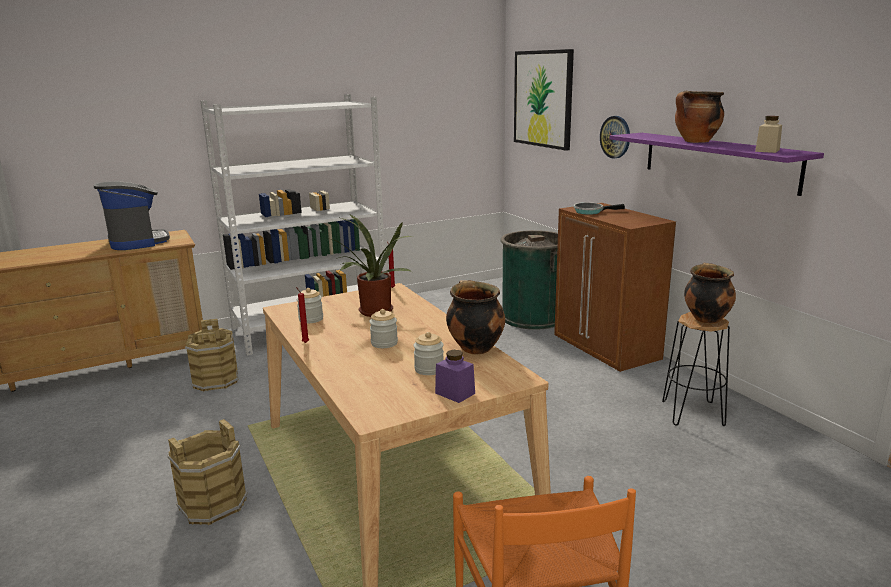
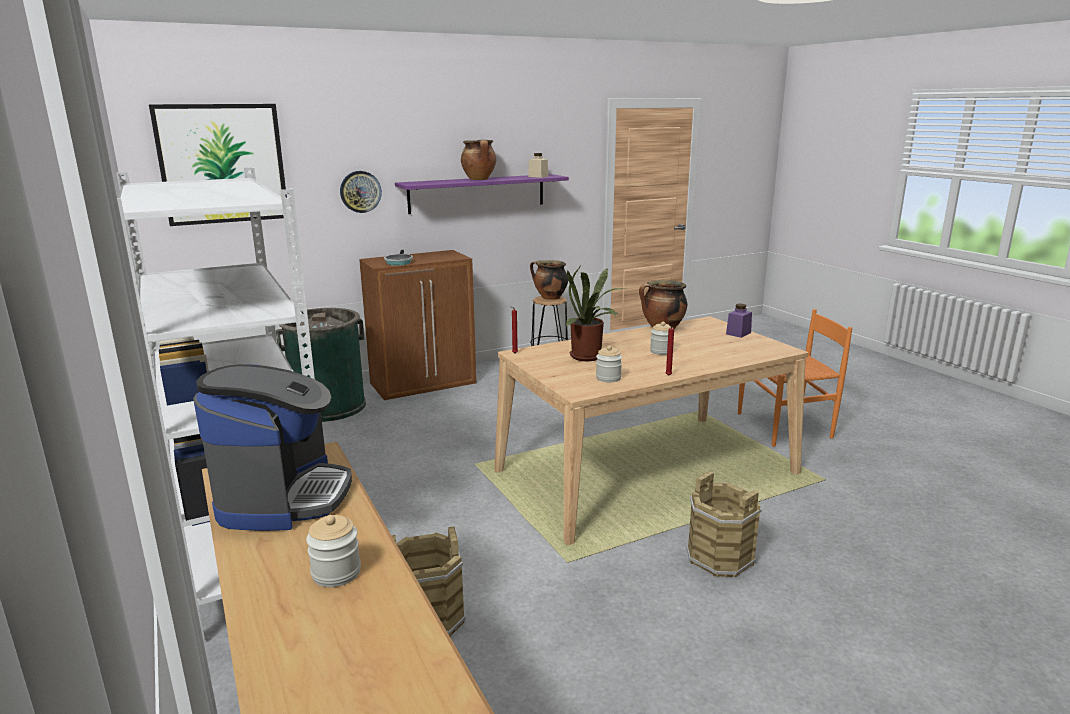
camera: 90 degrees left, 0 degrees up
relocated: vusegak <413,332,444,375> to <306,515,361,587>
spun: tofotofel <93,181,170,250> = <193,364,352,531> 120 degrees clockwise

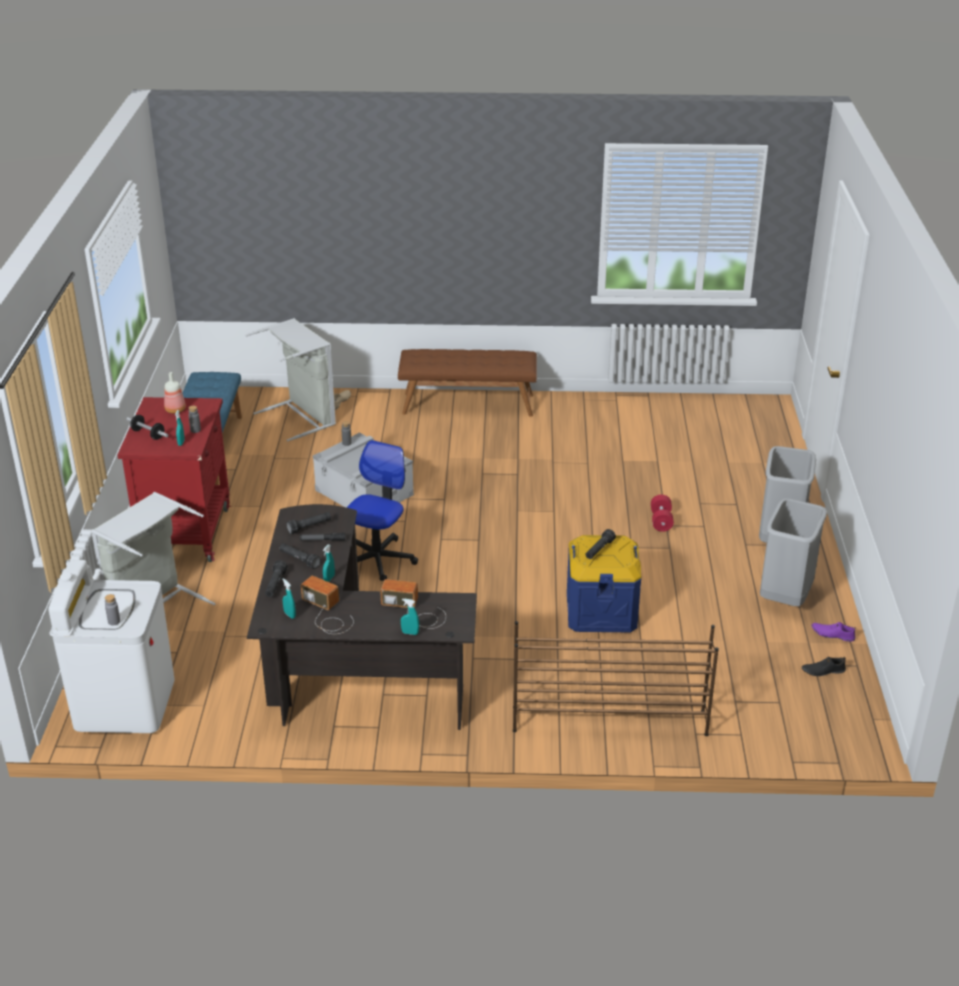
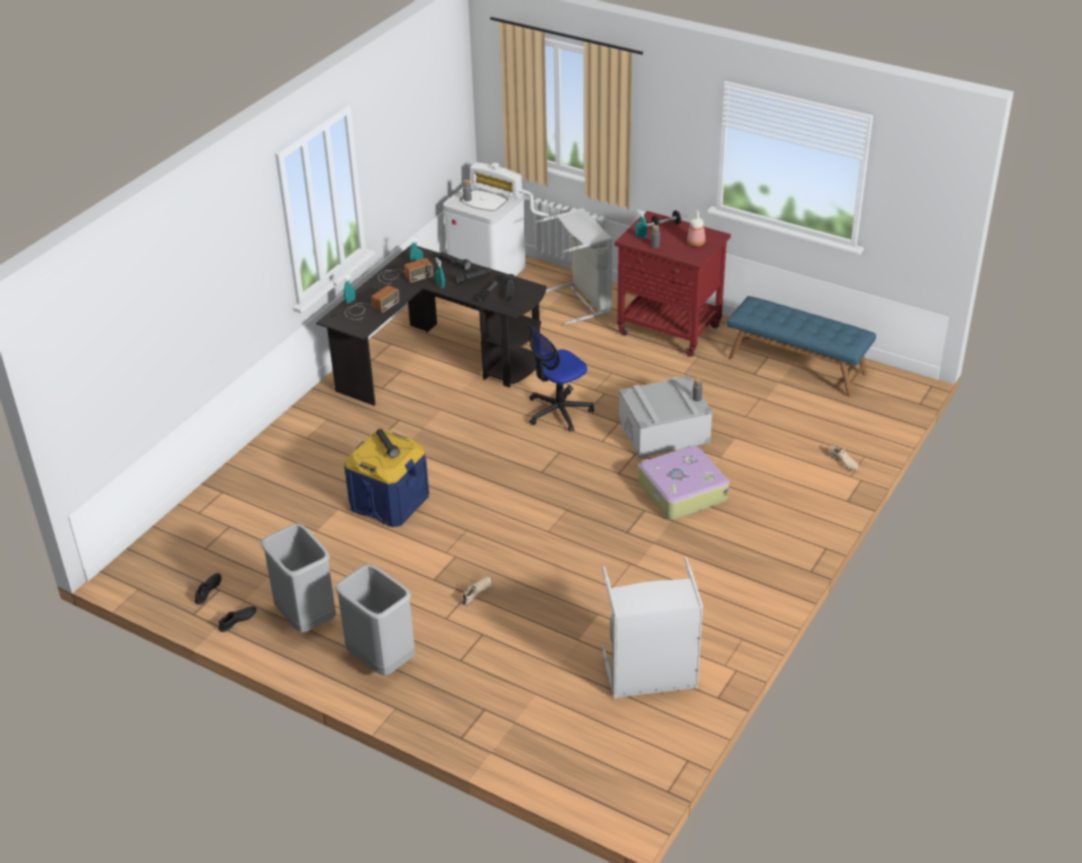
camera: 120 degrees right, 5 degrees up
missing: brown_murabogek <398,349,537,417>; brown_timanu <513,621,719,736>
appeared: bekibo <638,445,729,520>
relocated: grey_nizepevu <245,318,336,442> to <602,557,703,699>
exchanged: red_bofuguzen <651,494,674,532> to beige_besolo <461,577,492,606>
colour: purple_besolo <812,622,856,642> to black_besolo <218,606,257,632>
spun: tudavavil <347,440,418,581> = <528,324,594,432> 90 degrees clockwise

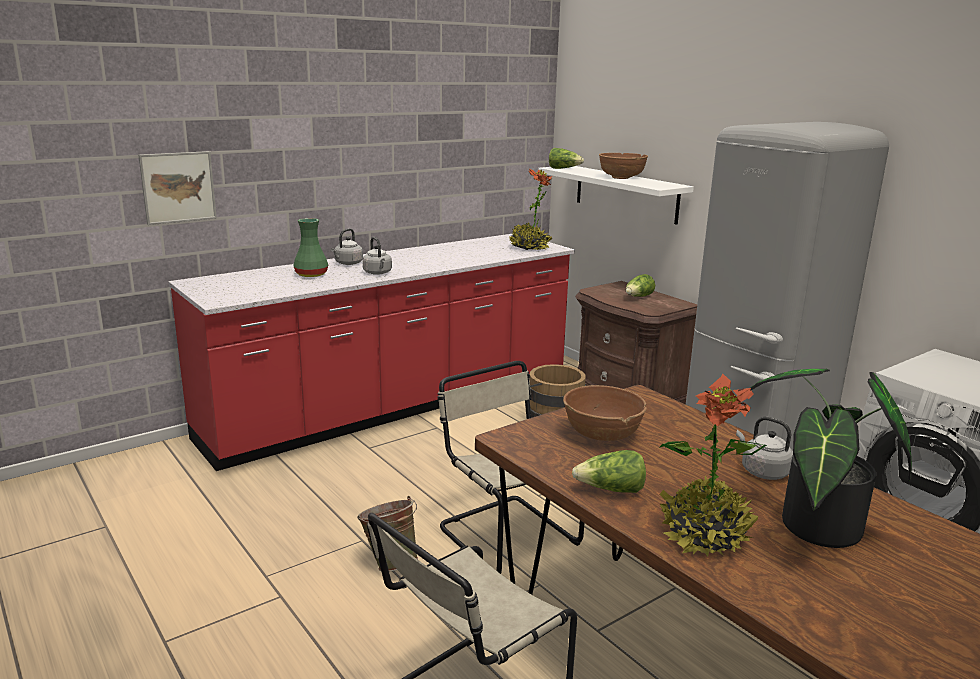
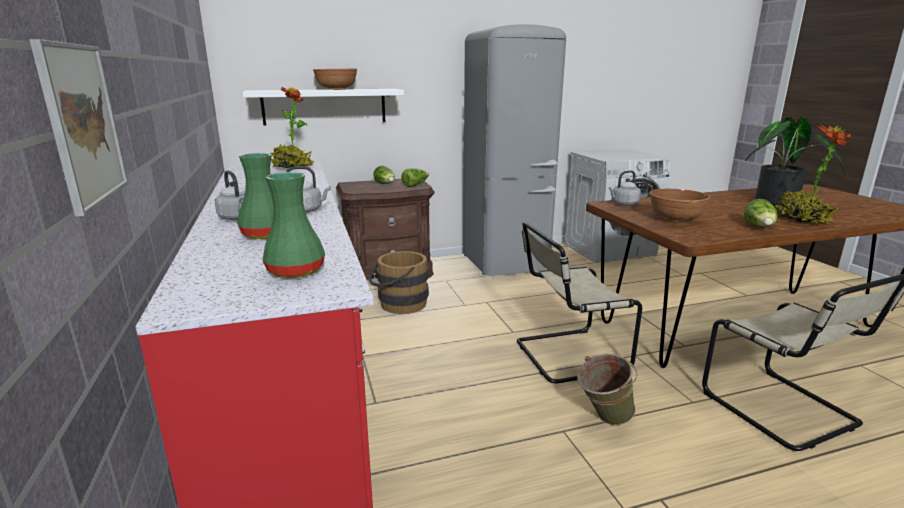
camera: 70 degrees left, 0 degrees up
appeared: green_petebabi <263,172,325,278>
relocated: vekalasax <549,148,584,169> to <401,168,429,187>; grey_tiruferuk <736,417,793,480> to <608,170,641,206>

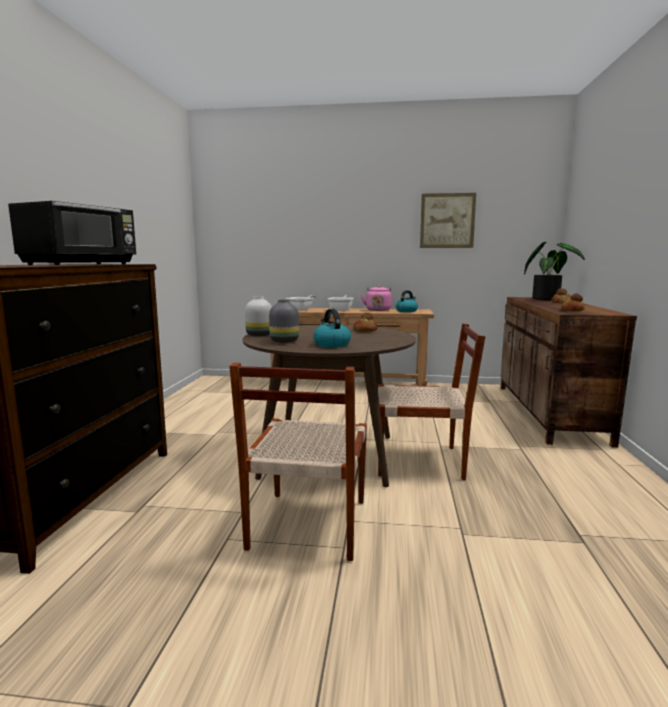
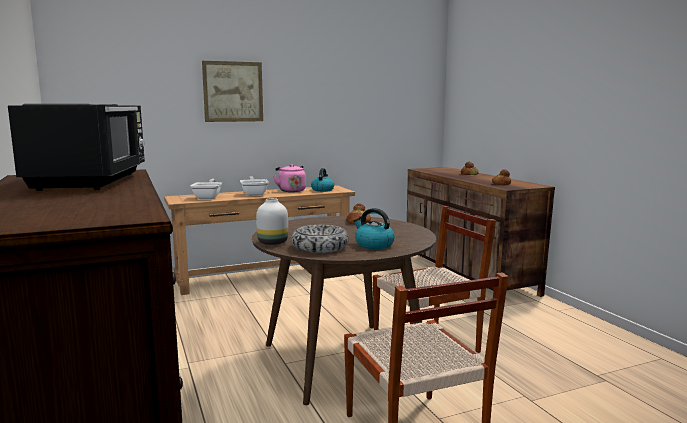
camera: 30 degrees left, 0 degrees up
missing: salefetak <524,242,585,300>
relocated: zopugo <420,193,476,248> to <202,61,263,122>
exchanged: grey_petebabi <269,299,299,343> to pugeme <291,225,349,253>

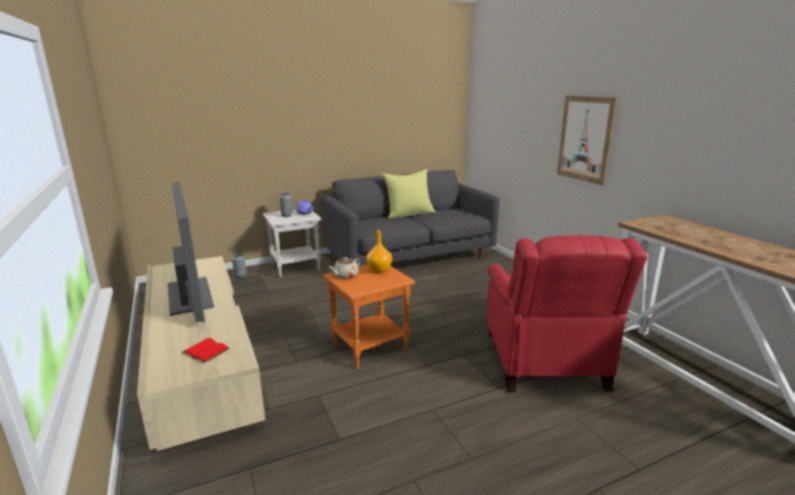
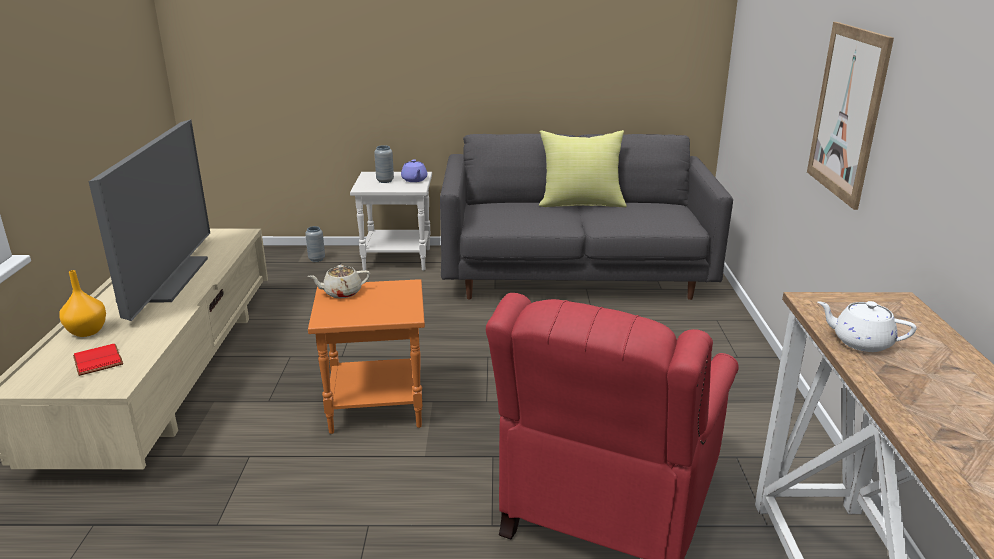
camera: 25 degrees right, 5 degrees up
appeared: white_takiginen <817,301,917,352>
relocated: orange_petebabi <366,230,392,273> to <59,270,106,337>

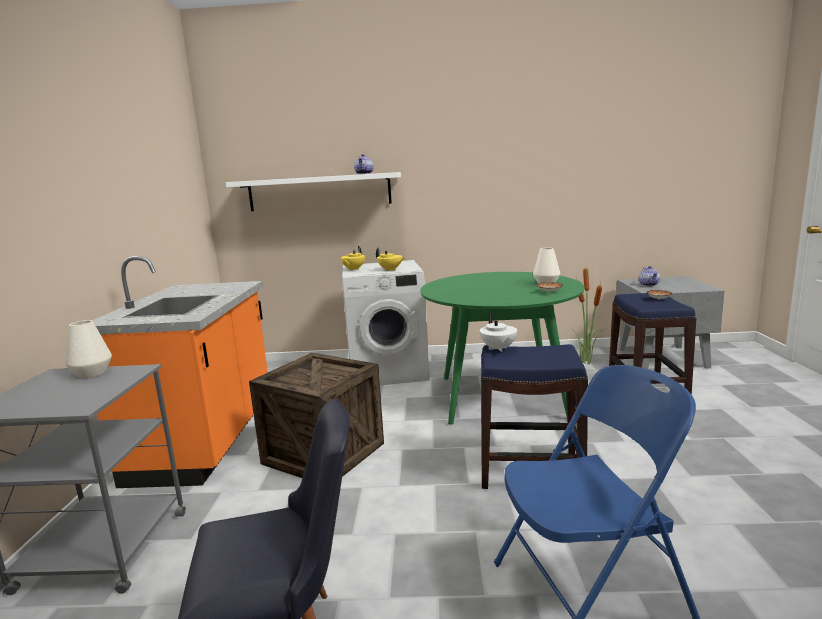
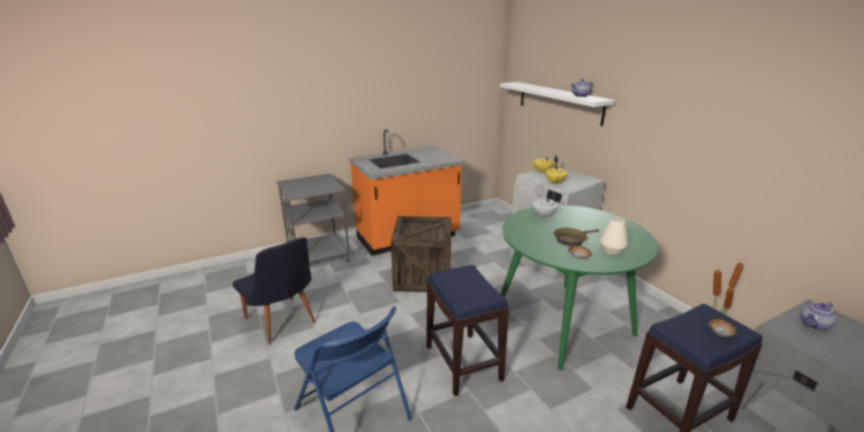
camera: 60 degrees right, 10 degrees up
missing: white_petebabi <65,320,112,378>
appeared: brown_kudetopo <554,228,599,246>
relocated: white_takiginen <479,312,517,352> to <533,193,558,218>

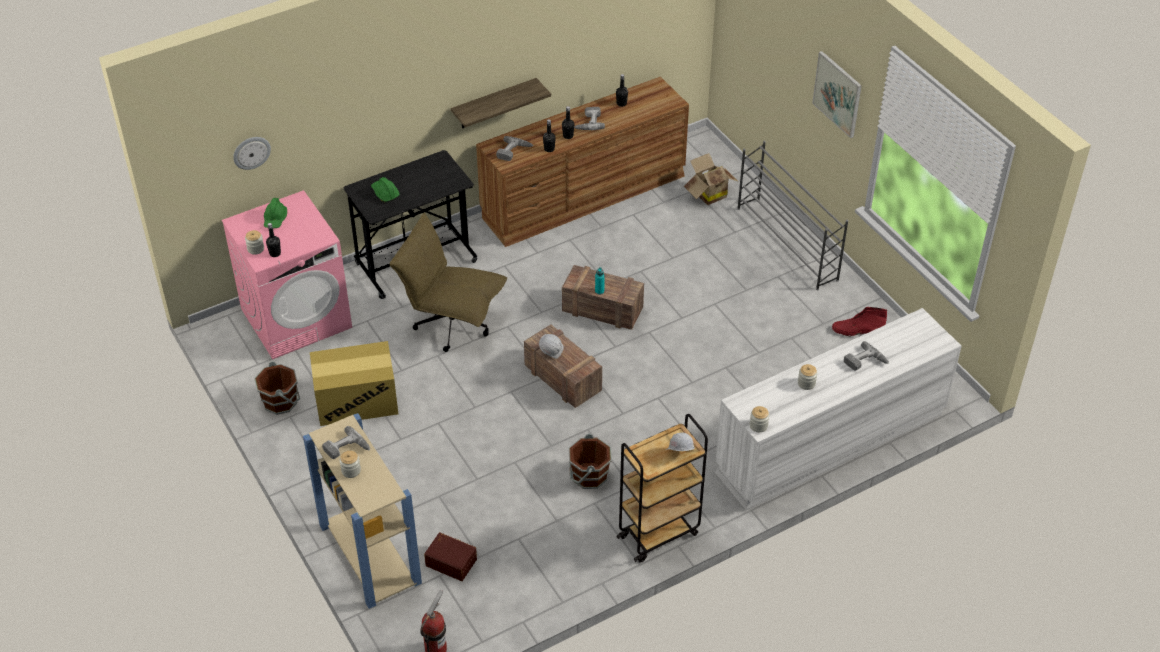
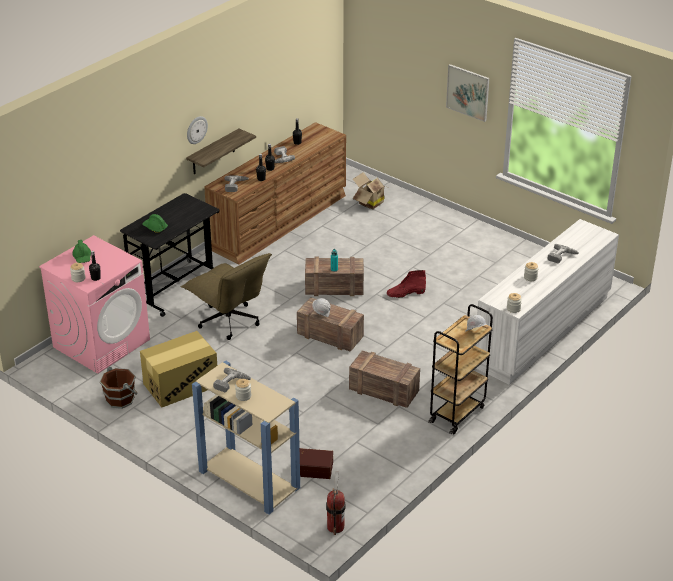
camera: 20 degrees left, 10 degrees down
missing: grey_timanu <737,140,848,290>
relocated: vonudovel <233,137,271,170> to <187,116,208,144>; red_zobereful <832,307,887,337> to <387,270,426,298>
exchanged: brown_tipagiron <569,434,612,489> to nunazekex <349,351,420,408>
spun: beige_tudavavil <390,213,507,352> = <181,253,272,340> 135 degrees counterclockwise

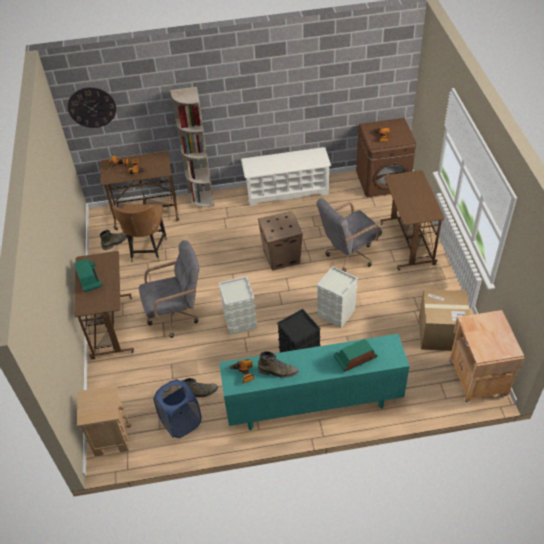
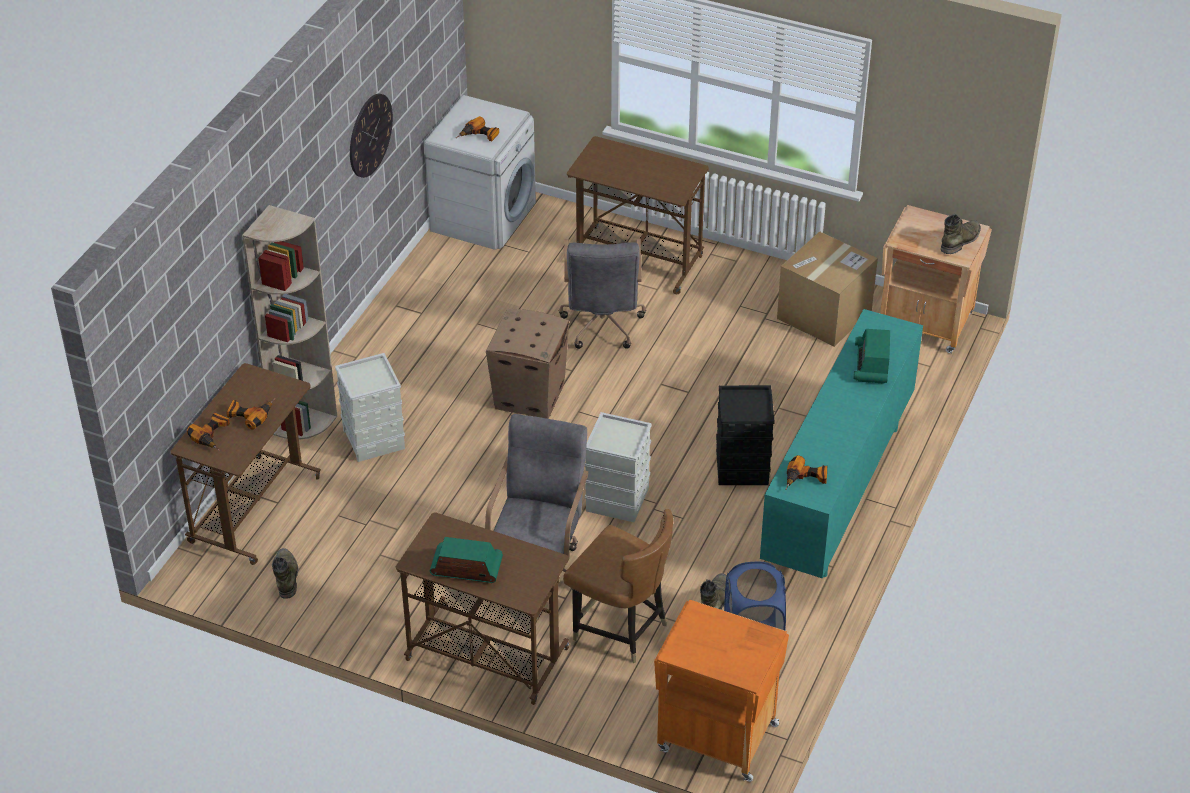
camera: 60 degrees left, 5 degrees down
missing: white_timanu <241,147,331,206>
relocated: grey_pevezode <317,266,358,328> to <335,353,405,462>; vonudovel <68,87,116,128> to <350,94,393,178>; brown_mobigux <112,204,167,262> to <563,509,673,663>; green_zobereful <258,351,299,378> to <941,214,981,254>
exchanged: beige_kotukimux <77,385,131,457> to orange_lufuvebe <654,600,789,782>
colour: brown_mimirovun <356,118,416,197> to white_mimirovun <424,95,536,250>

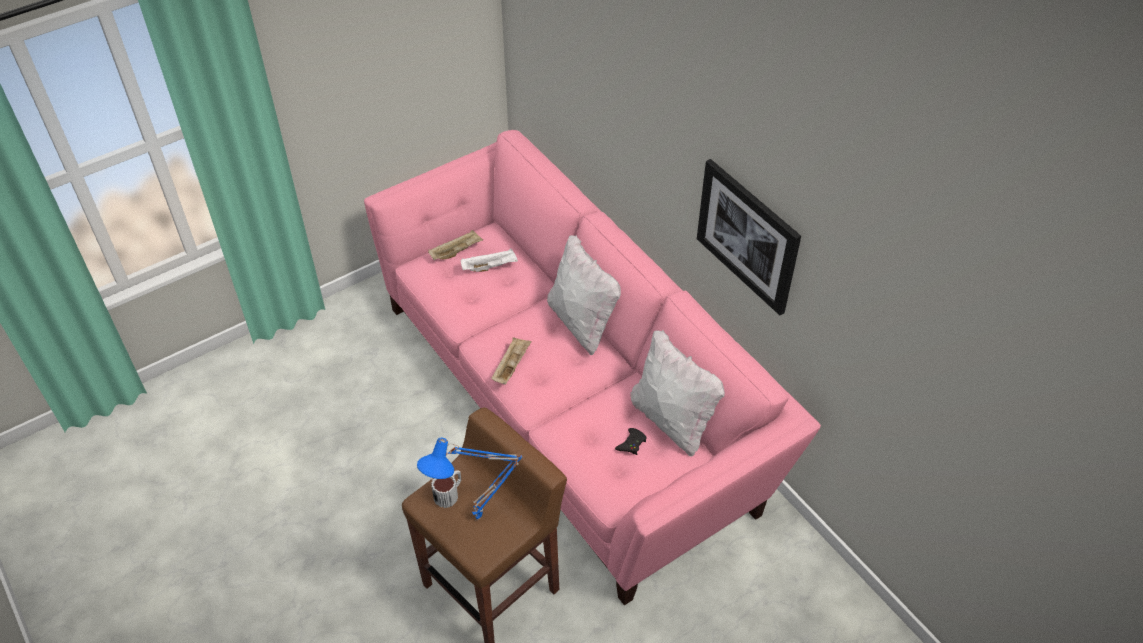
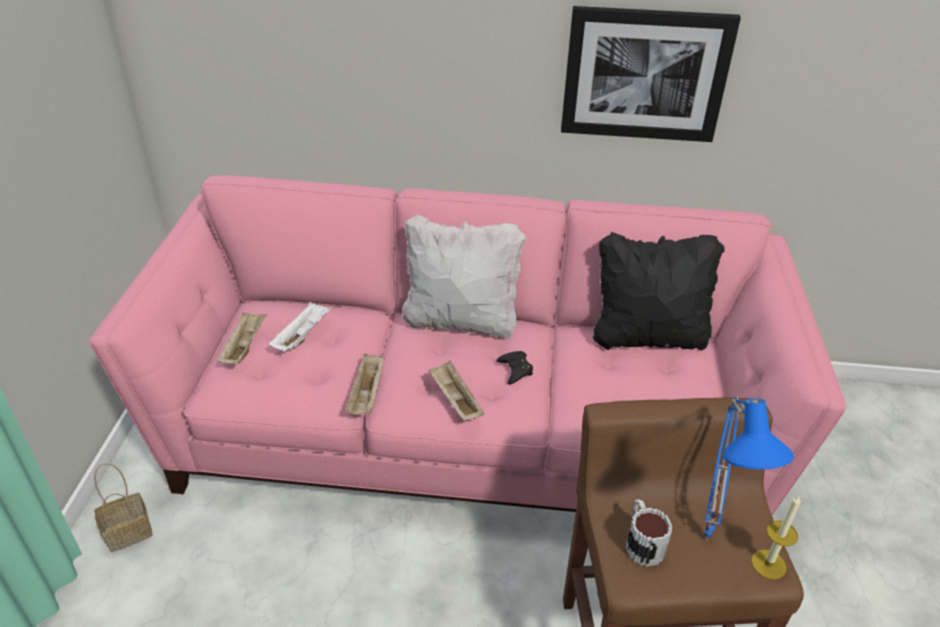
camera: 50 degrees left, 10 degrees down
appeared: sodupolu <94,463,153,552>; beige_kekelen <345,353,384,415>; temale <751,495,801,579>
relocated: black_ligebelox <615,428,646,455> to <496,351,533,384>
colour: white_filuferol <630,330,725,456> to black_filuferol <593,232,725,351>

